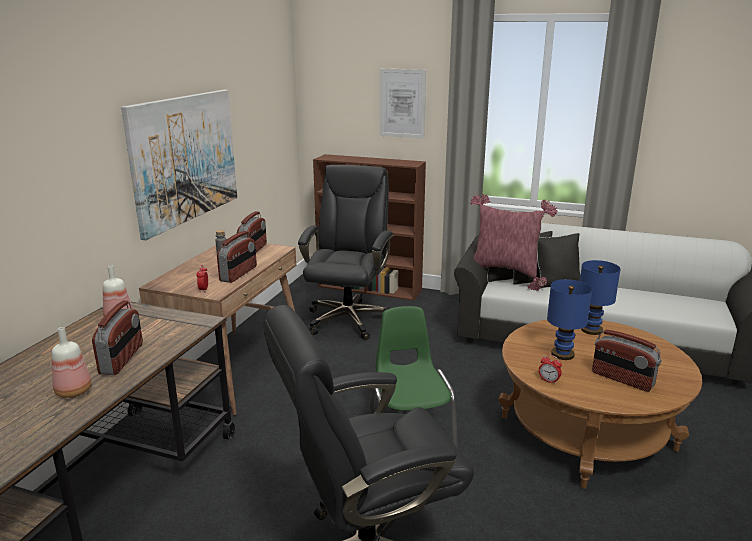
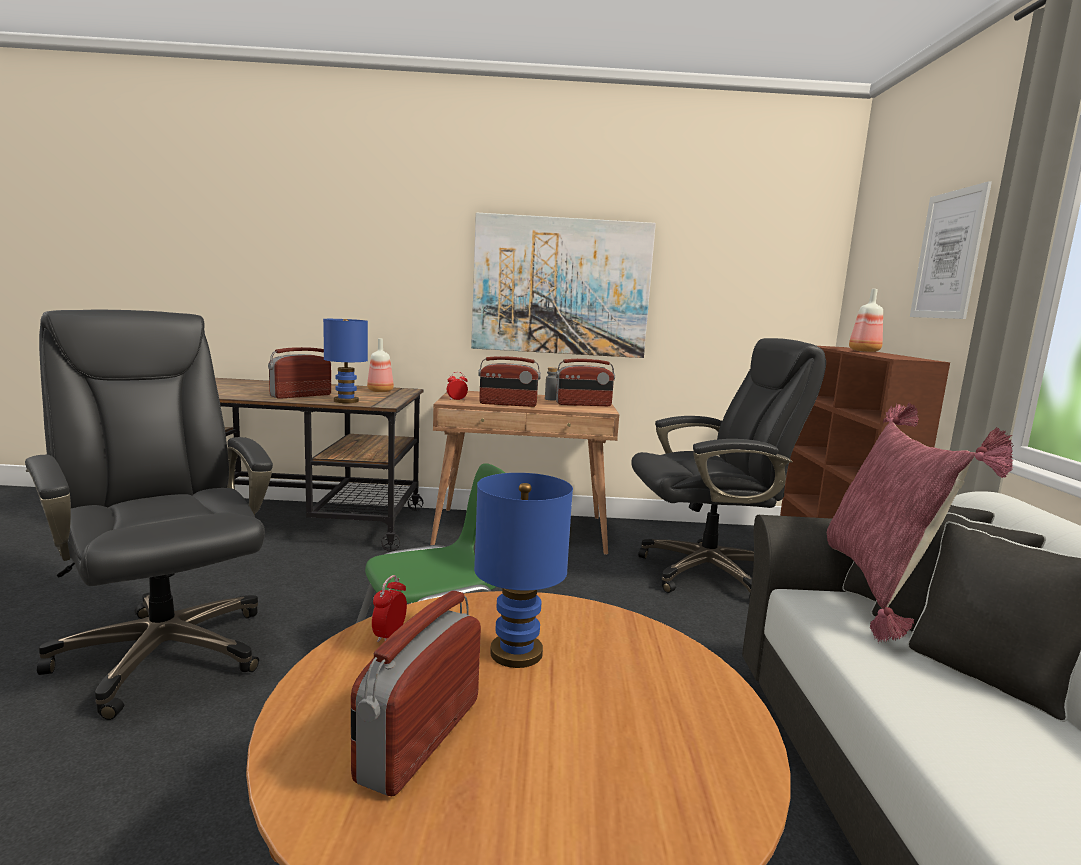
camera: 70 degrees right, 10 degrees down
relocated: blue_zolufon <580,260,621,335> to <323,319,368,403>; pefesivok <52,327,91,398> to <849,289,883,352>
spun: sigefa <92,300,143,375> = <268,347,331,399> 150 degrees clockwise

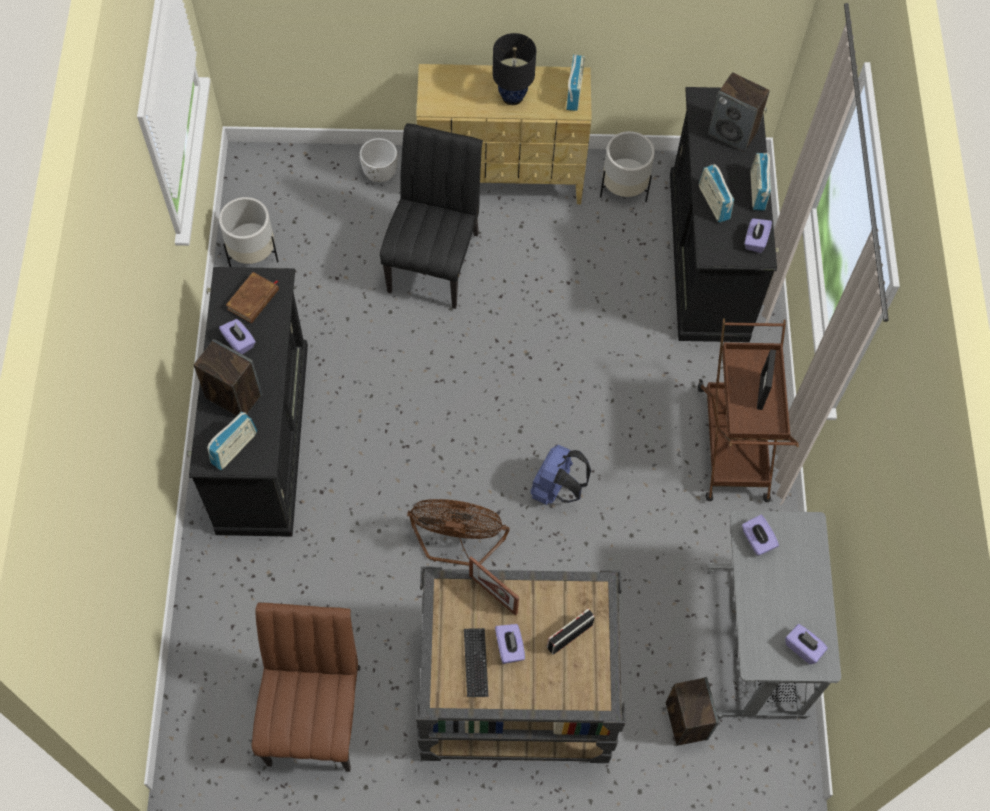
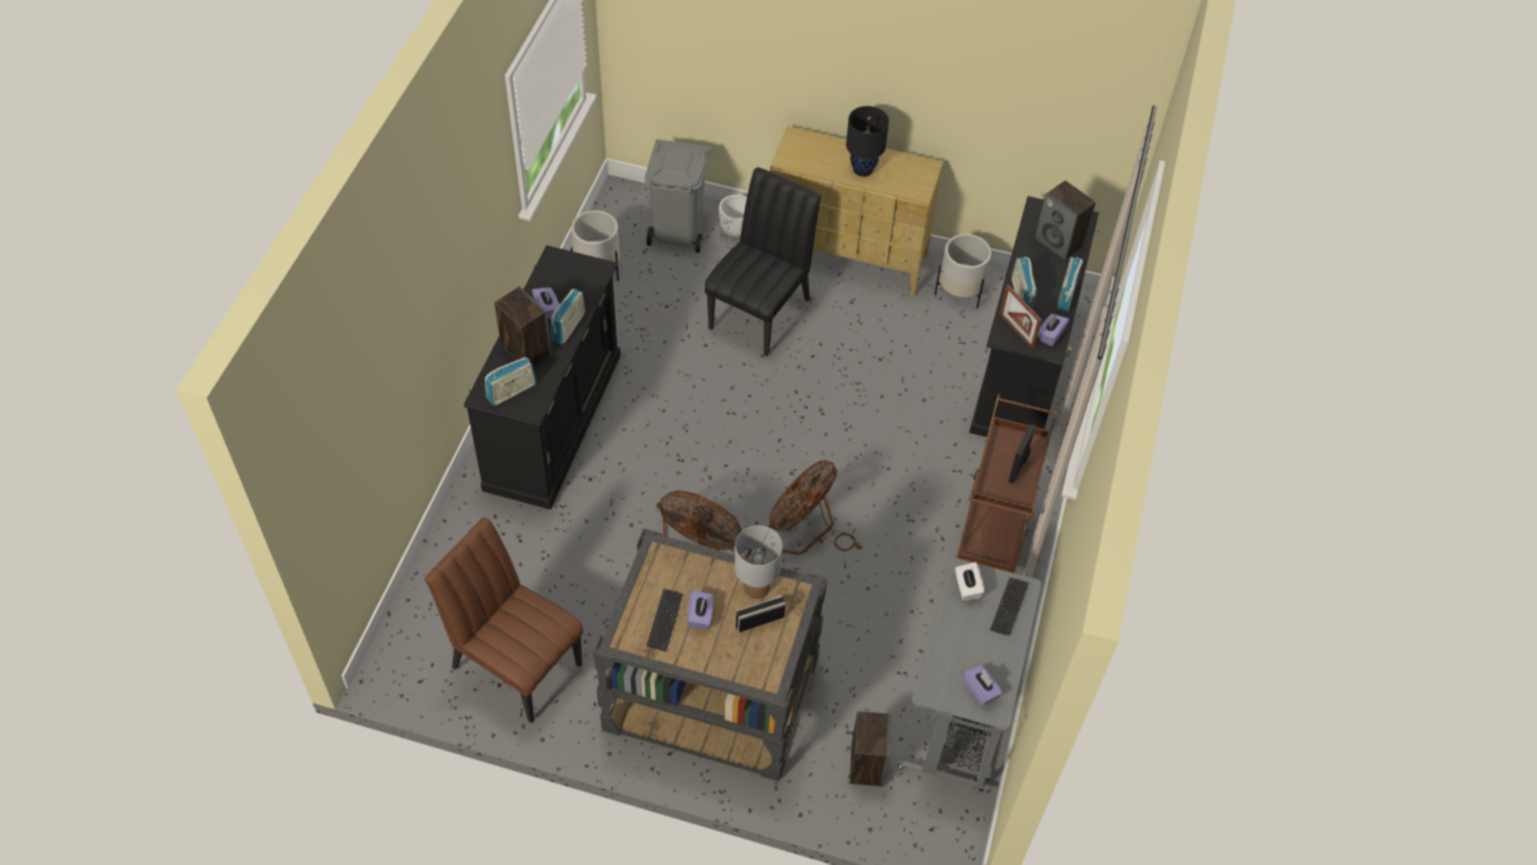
camera: 15 degrees right, 10 degrees down
missing: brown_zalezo <226,272,279,323>
appeared: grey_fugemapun <645,139,711,253>; grey_zolufon <735,525,783,599>; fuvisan <990,577,1029,636>
relocated: sigefa <566,55,585,111> to <551,289,585,345>; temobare <469,556,519,616> to <1000,285,1042,349>
exchanged: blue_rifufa <530,445,591,505> to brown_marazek <762,460,862,555>
colour: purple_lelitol <742,515,779,556> to white_lelitol <955,562,985,601>
spun: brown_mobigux <252,603,360,772> = <424,517,584,723> 75 degrees counterclockwise

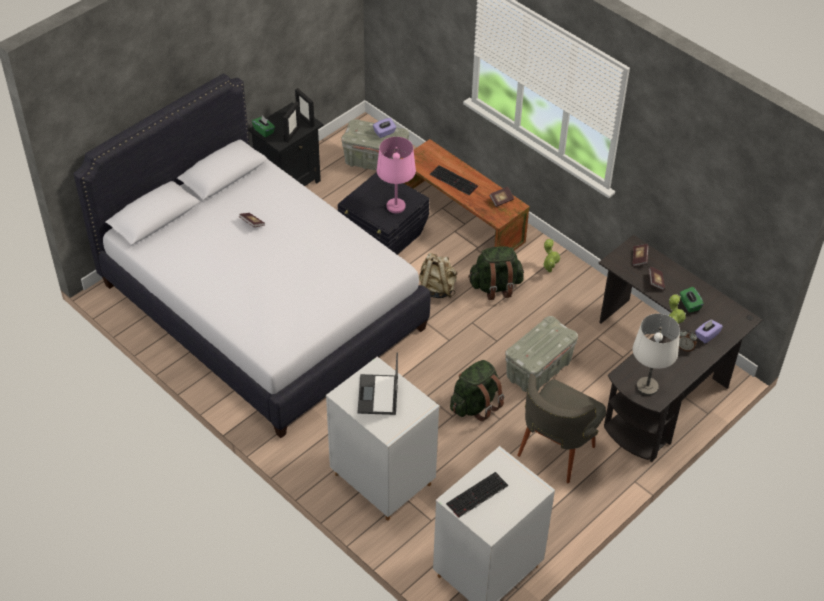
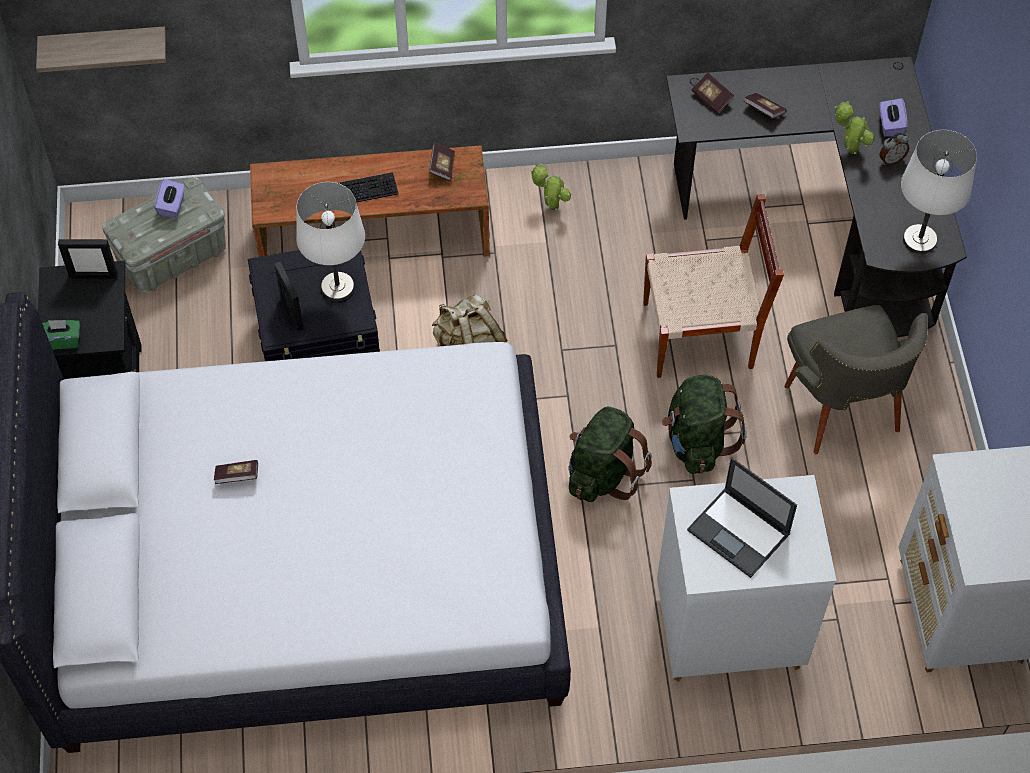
camera: 50 degrees left, 10 degrees up
missing: fuvisan <446,472,508,518>; green_lelitol <680,287,704,313>
appeared: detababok <36,27,166,73>
relocated: temobare <283,102,300,143> to <274,262,304,332>; green_rifufa <468,246,524,300> to <568,406,652,502>
exchanged: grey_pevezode <505,316,578,392> to mobigux <643,194,784,378>
colour: pink_zolufon <377,137,416,213> to white_zolufon <296,182,365,301>

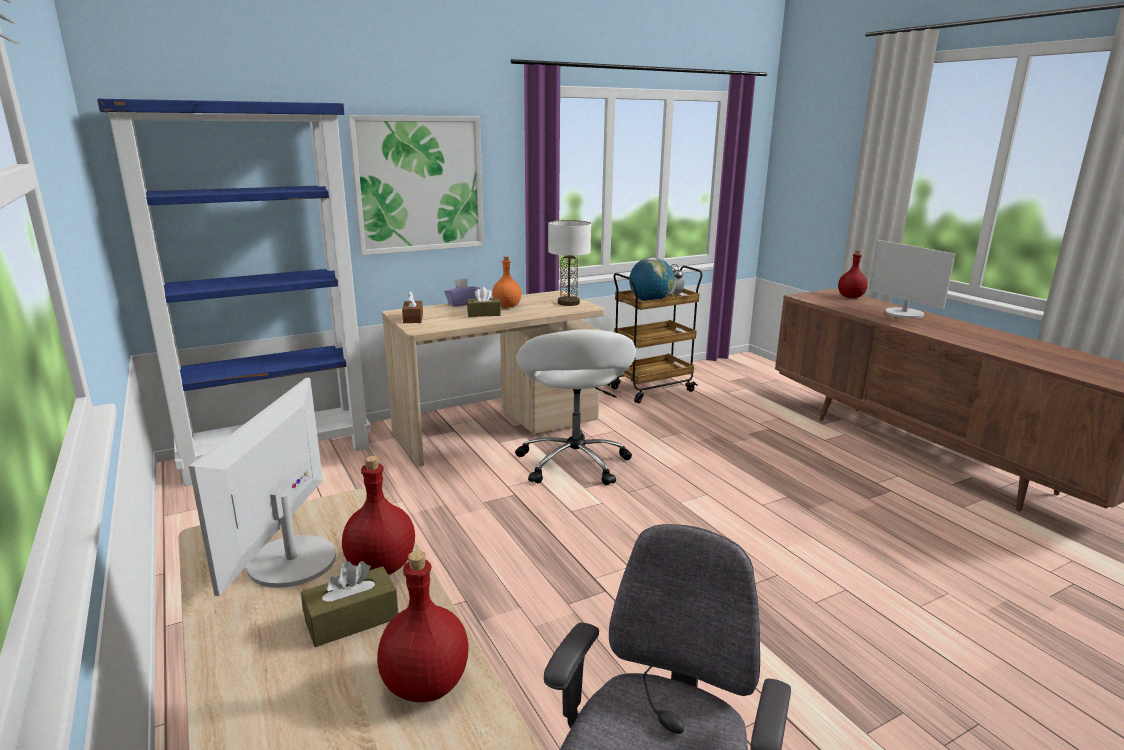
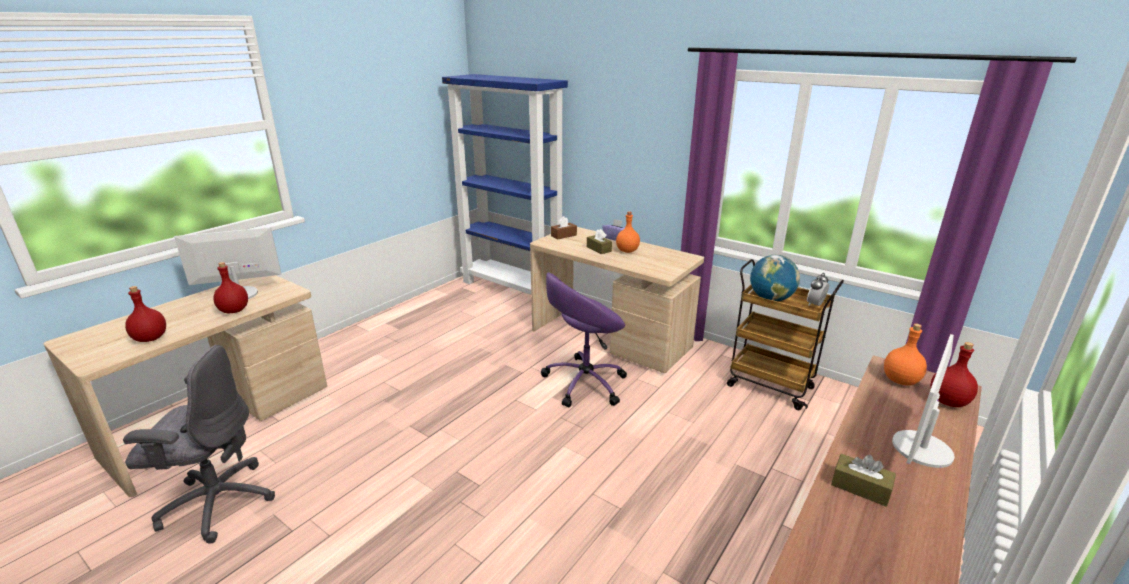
camera: 65 degrees right, 5 degrees up
missing: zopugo <347,115,484,255>; zolufon <548,220,591,306>
appeared: orange_pefesivok <884,324,927,386>
relocated: brown_lelitol <301,561,398,647> to <831,454,896,507>
colour: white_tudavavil <515,329,636,485> to purple_tudavavil <541,272,627,408>

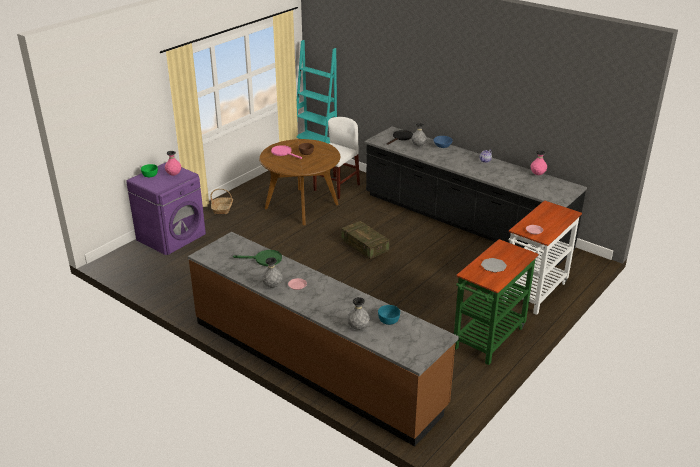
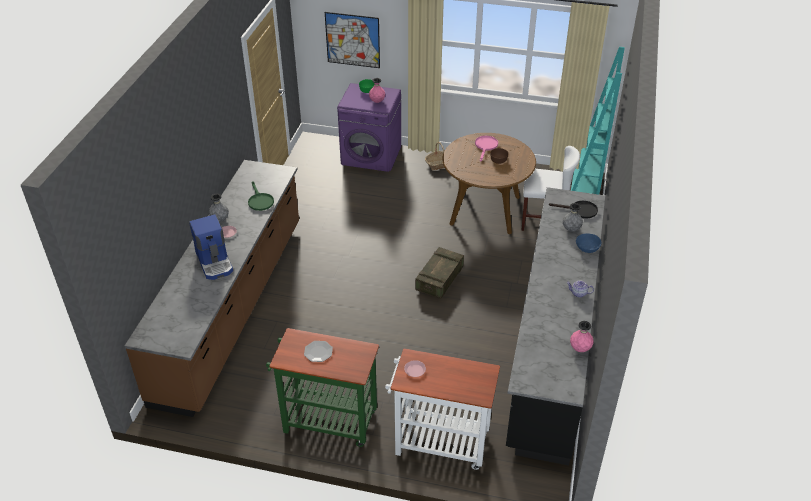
camera: 65 degrees right, 10 degrees up
missing: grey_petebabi <347,297,370,330>; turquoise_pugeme <378,305,400,325>
appeared: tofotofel <189,214,233,280>; zopugo <325,12,380,68>

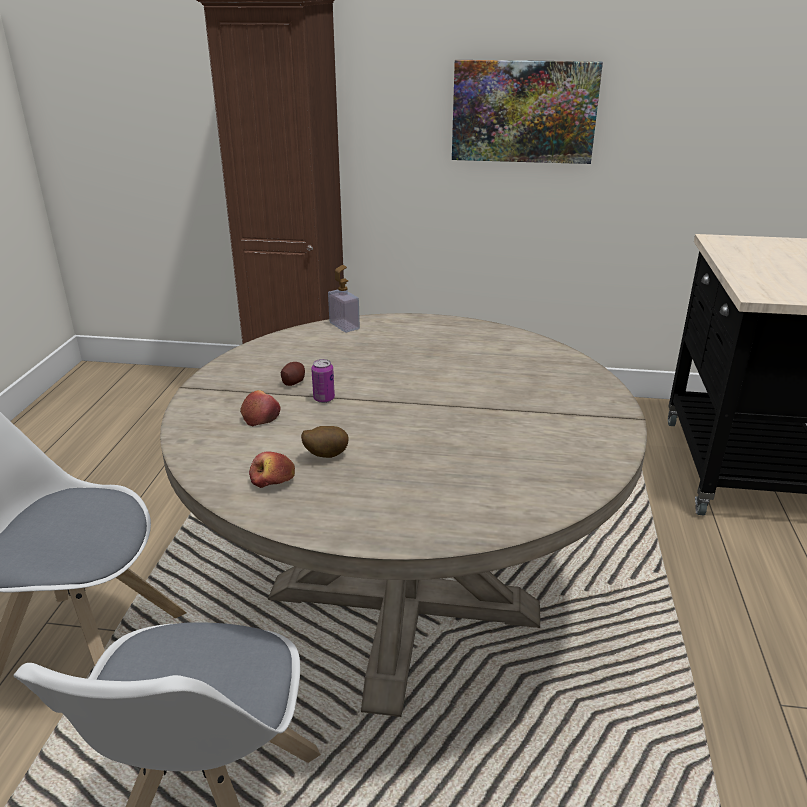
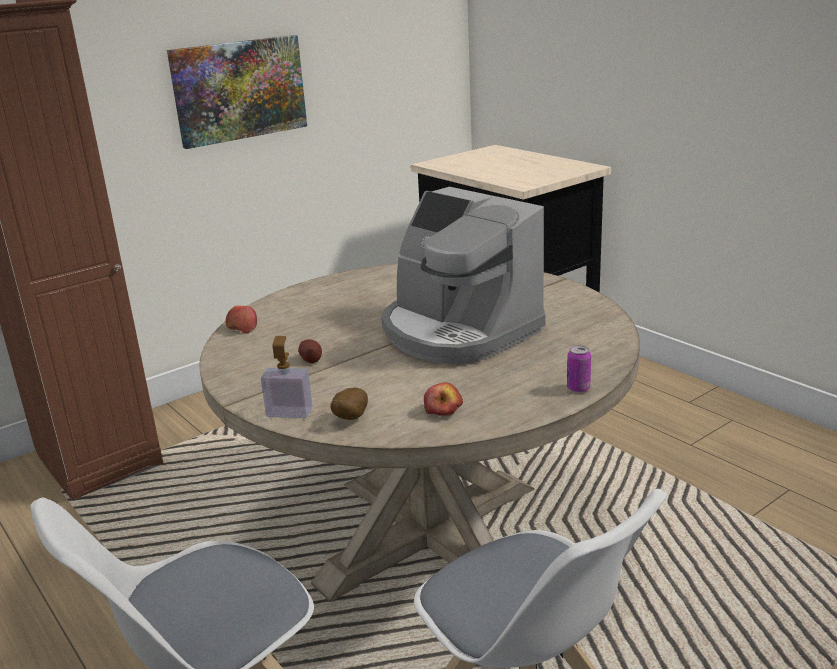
camera: 45 degrees left, 5 degrees down
appeared: tofotofel <381,187,546,364>
relocated: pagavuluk <240,390,280,426> to <225,305,257,334>; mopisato <328,265,360,332> to <261,336,312,418>; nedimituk <301,426,349,458> to <330,387,368,420>; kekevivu <311,359,335,403> to <567,345,591,393>

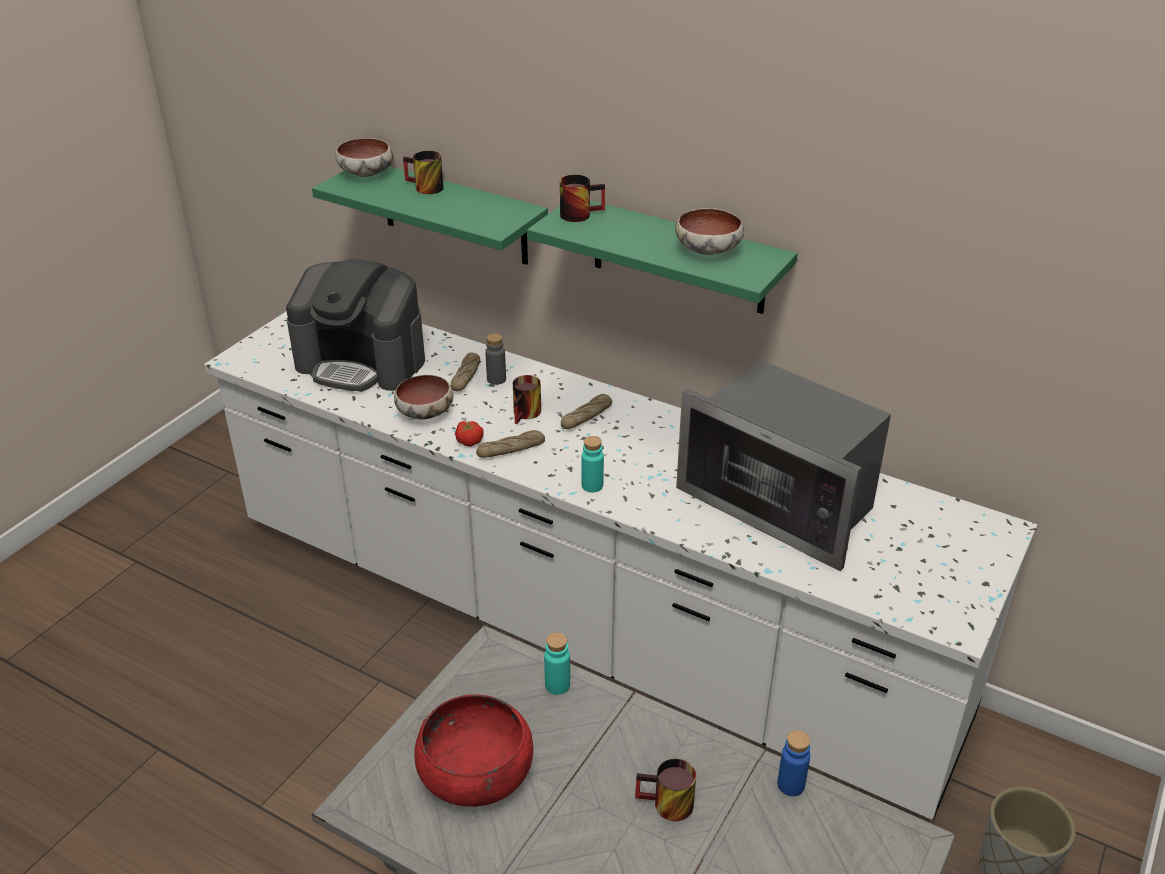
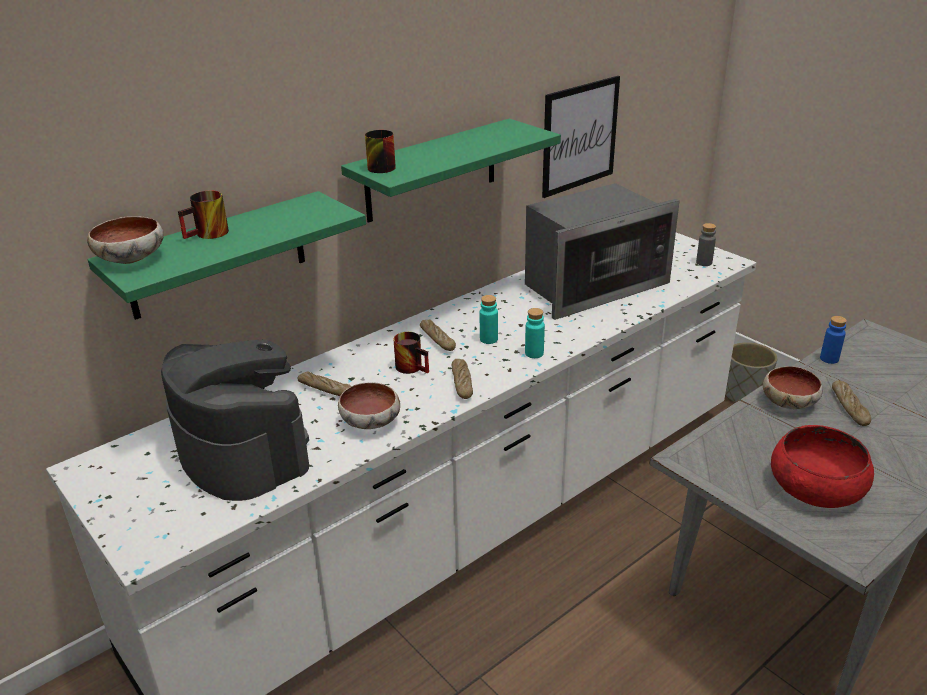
camera: 70 degrees left, 5 degrees down
missing: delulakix <455,421,484,446>
appeared: zopugo <542,76,620,198>
relocated: turquoise_pefesivok <544,633,570,695> to <480,295,498,344>; grey_pefesivok <485,333,506,385> to <696,223,716,266>; pugeme <675,208,744,255> to <763,366,823,409>
exchanged: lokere <635,759,696,821> to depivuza <832,381,871,426>
spun: tofotofel <286,259,425,392> = <161,339,309,501> 75 degrees counterclockwise

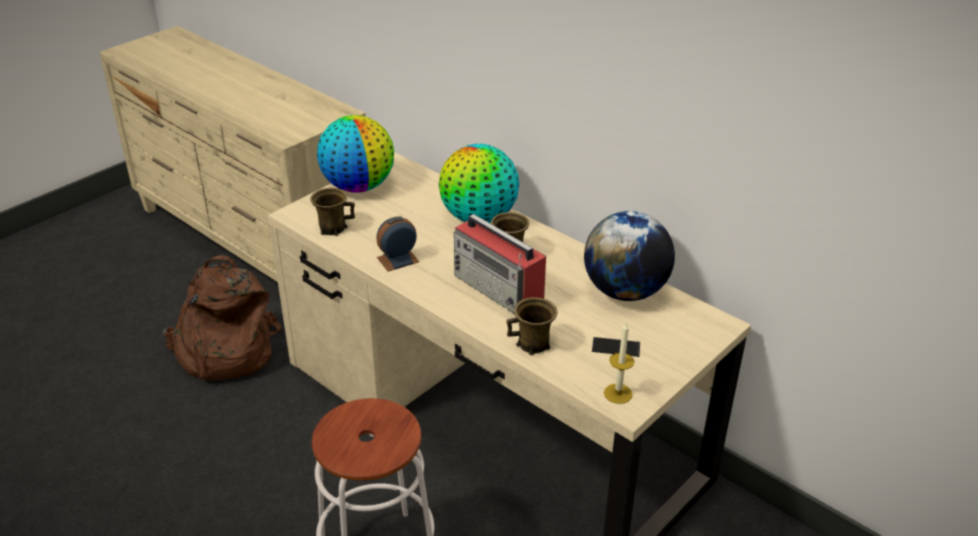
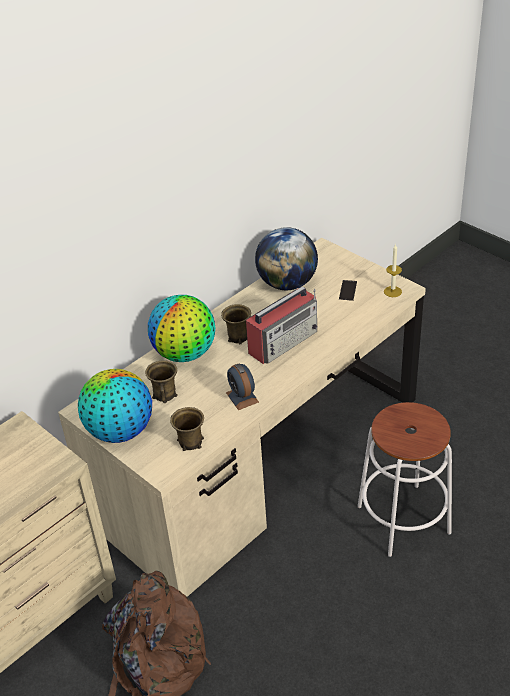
camera: 85 degrees left, 5 degrees up
relocated: brown_lokere <506,297,557,355> to <145,360,178,403>

